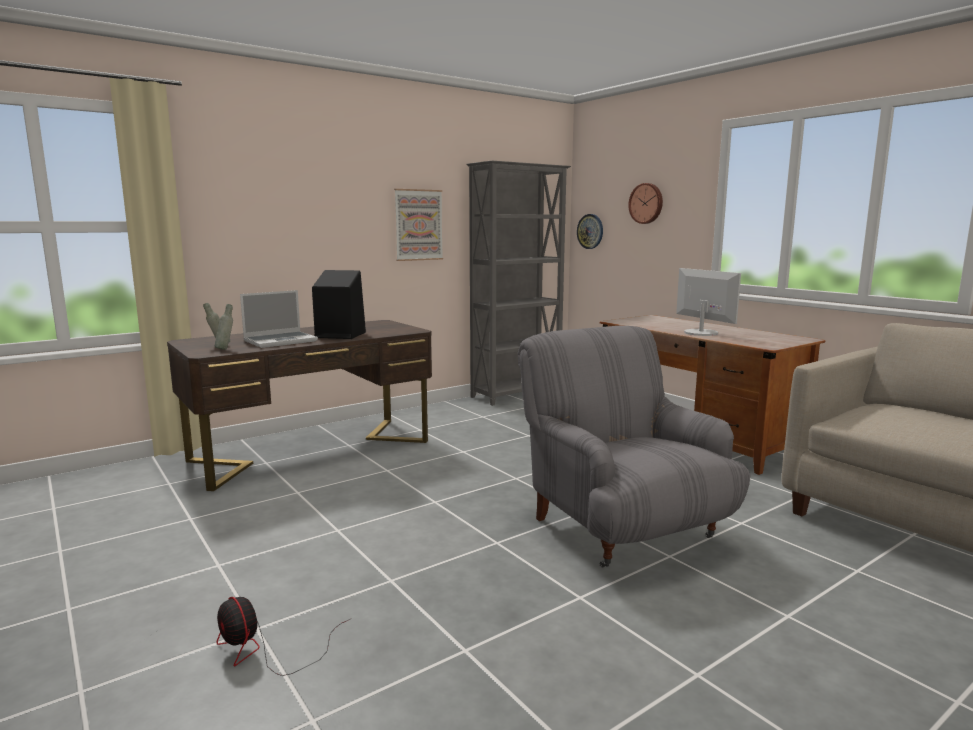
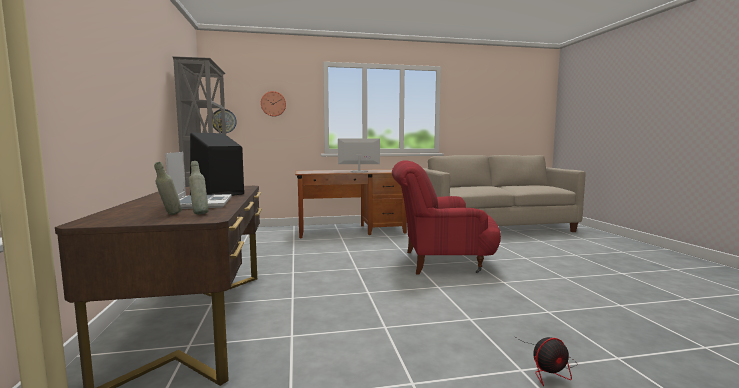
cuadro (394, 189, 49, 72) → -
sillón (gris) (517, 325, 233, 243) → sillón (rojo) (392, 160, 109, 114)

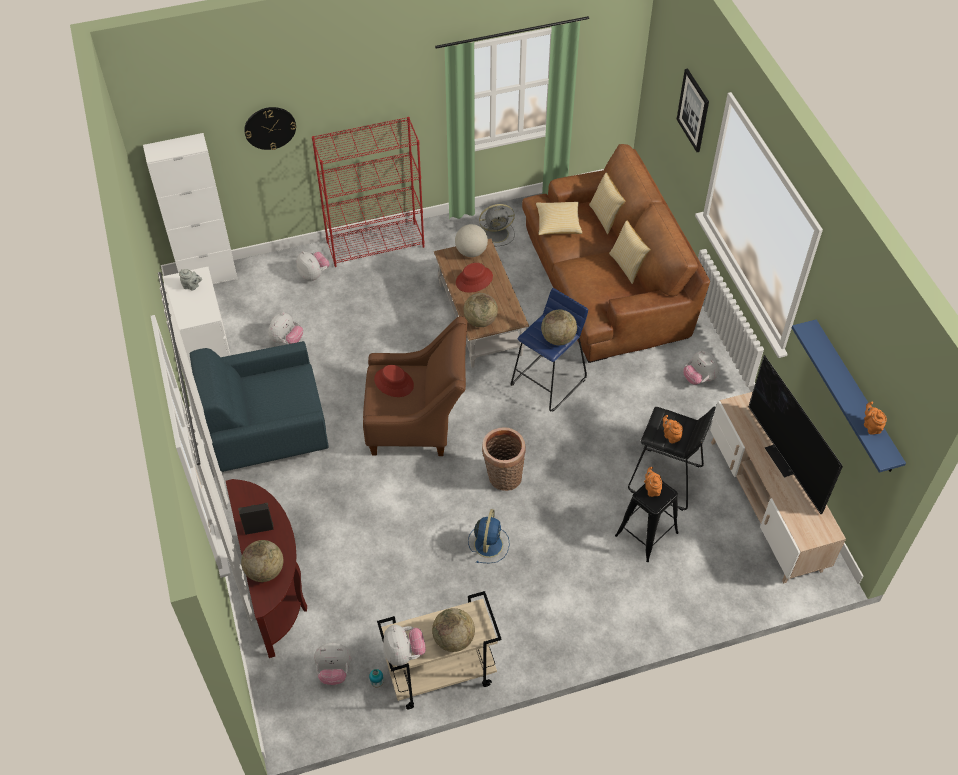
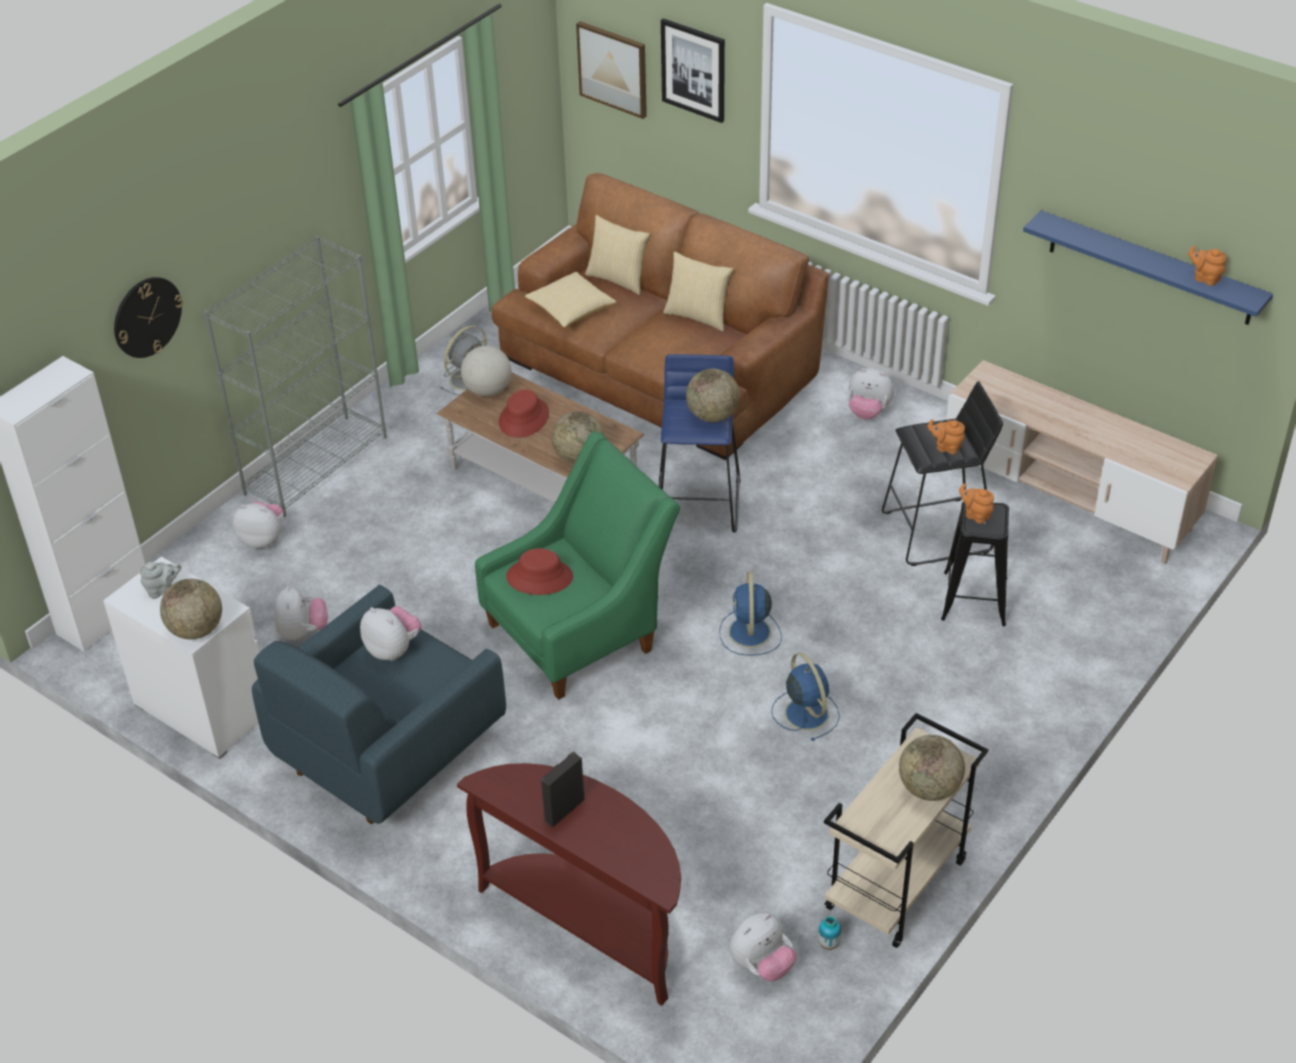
globo terráqueo (241, 540, 42, 42) → globo terráqueo (160, 579, 62, 60), moved
estantería (rojo) (312, 117, 113, 150) → estantería (gris) (204, 236, 183, 281)
sillón (marrón) (363, 316, 104, 140) → sillón (verde) (475, 432, 205, 268)
peluche (383, 625, 43, 41) → peluche (360, 606, 62, 55), moved
cesta (482, 427, 44, 64) → ventilador (azul) (720, 571, 62, 85)
televisor (749, 355, 94, 159) → -
- → cuadro (576, 21, 71, 98)

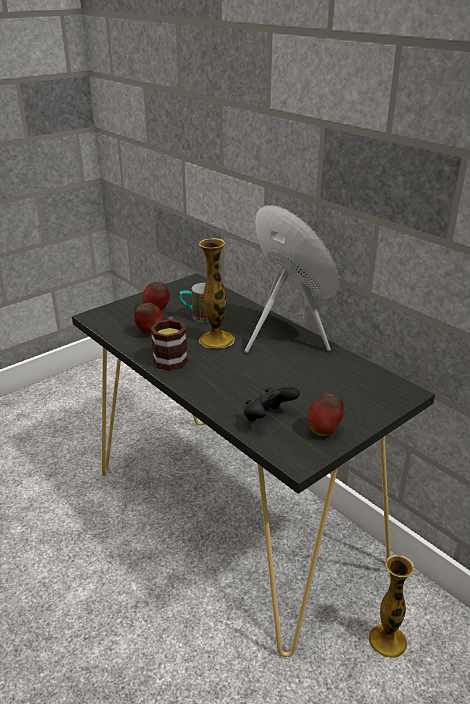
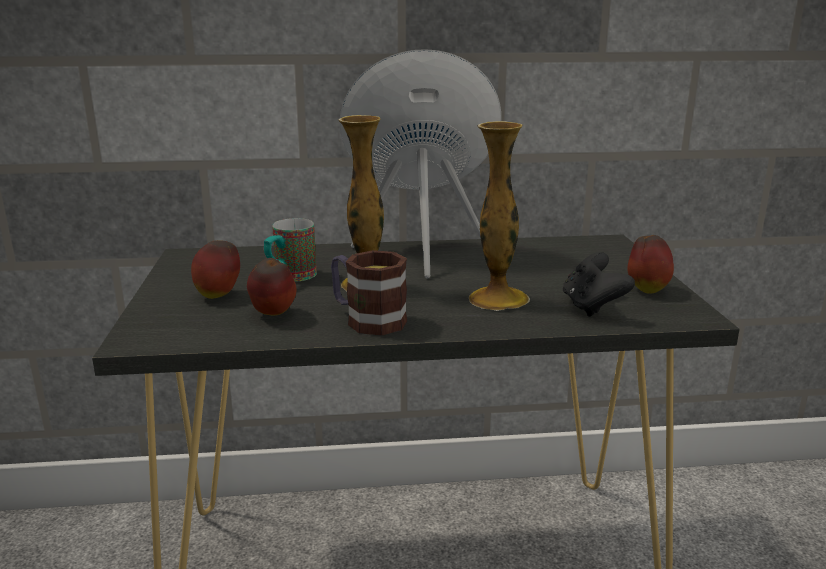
florero (368, 555, 46, 103) → florero (469, 121, 61, 190), moved

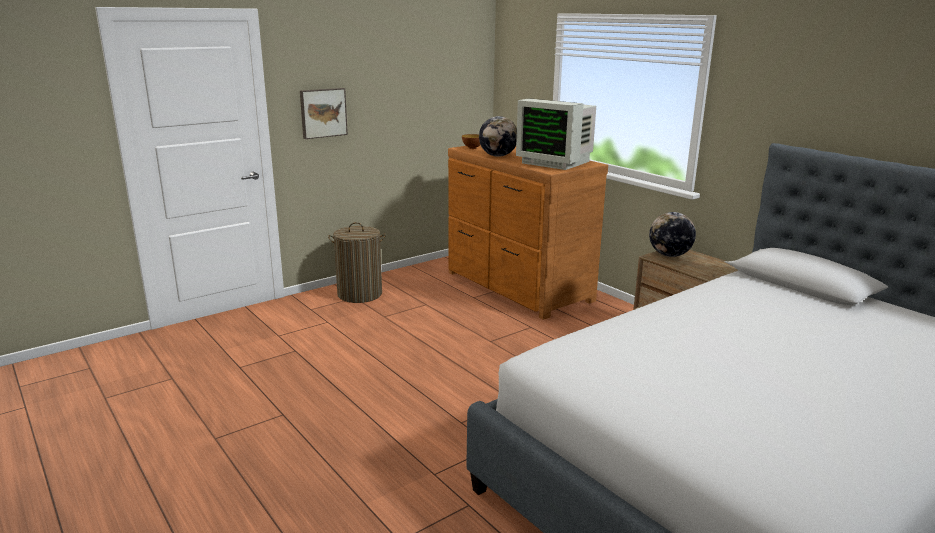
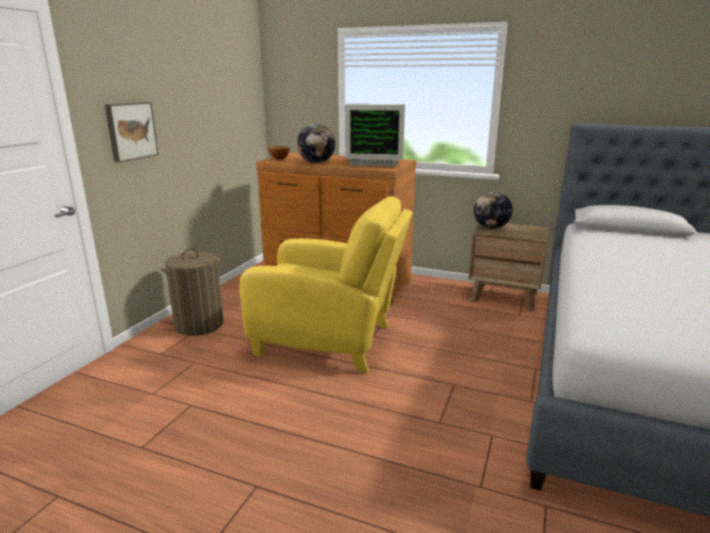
- → sillón (amarillo) (239, 197, 174, 176)

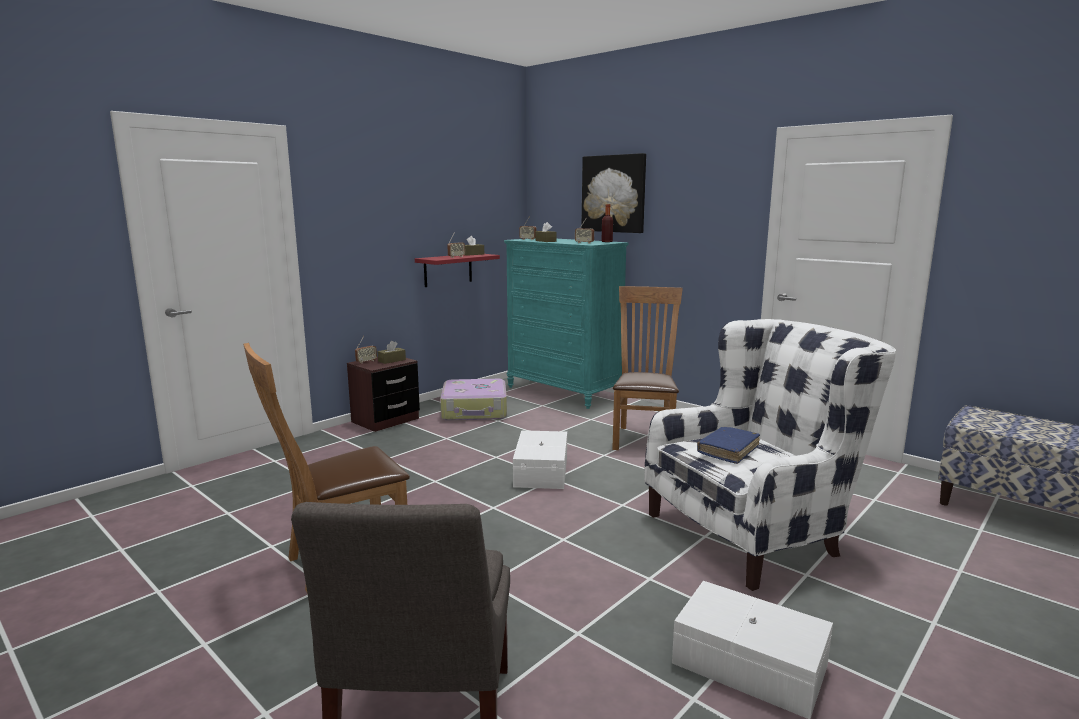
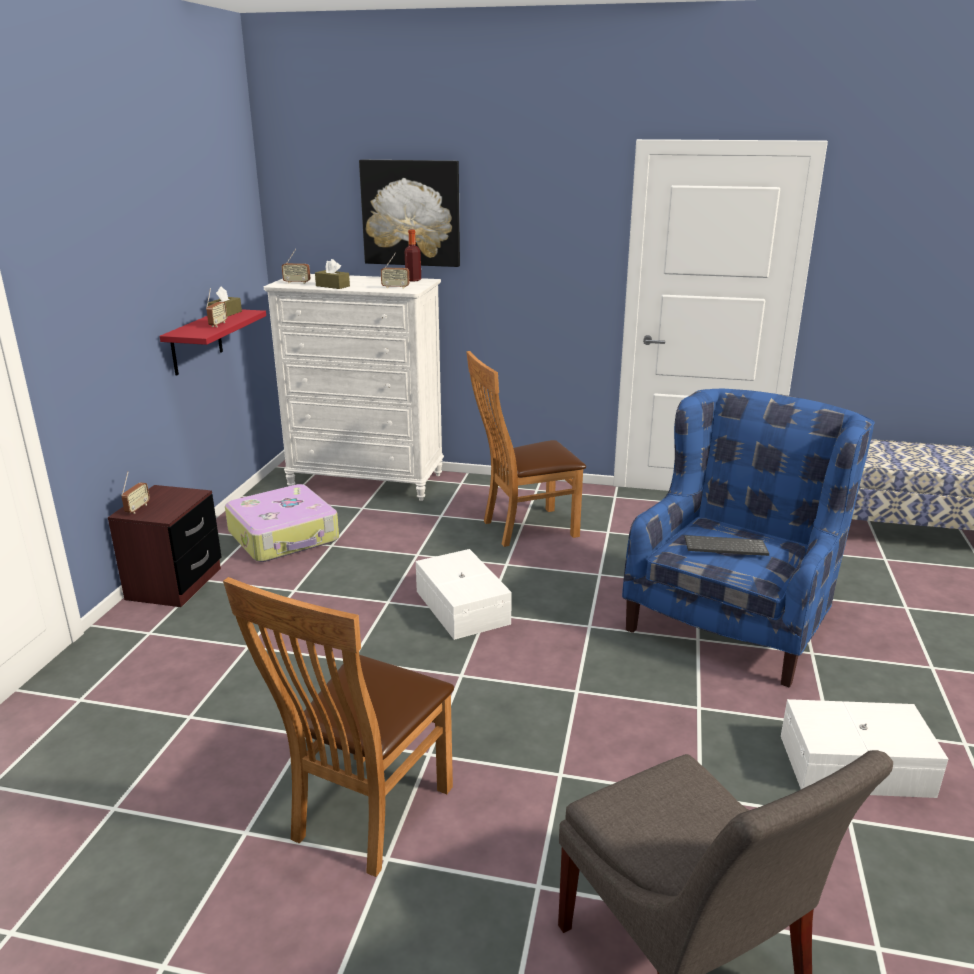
caja de pañuelos (marrón) (378, 341, 28, 23) → -
cómoda (turquesa) (504, 238, 125, 171) → cómoda (blanco) (264, 274, 180, 227)
silla (marrón) (612, 286, 71, 164) → silla (marrón) (466, 351, 120, 196), 90 degrees counterclockwise
sillón (blanco) (644, 319, 252, 272) → sillón (azul) (622, 389, 253, 299)
libro (azul) (697, 427, 63, 37) → teclado (685, 535, 84, 21)

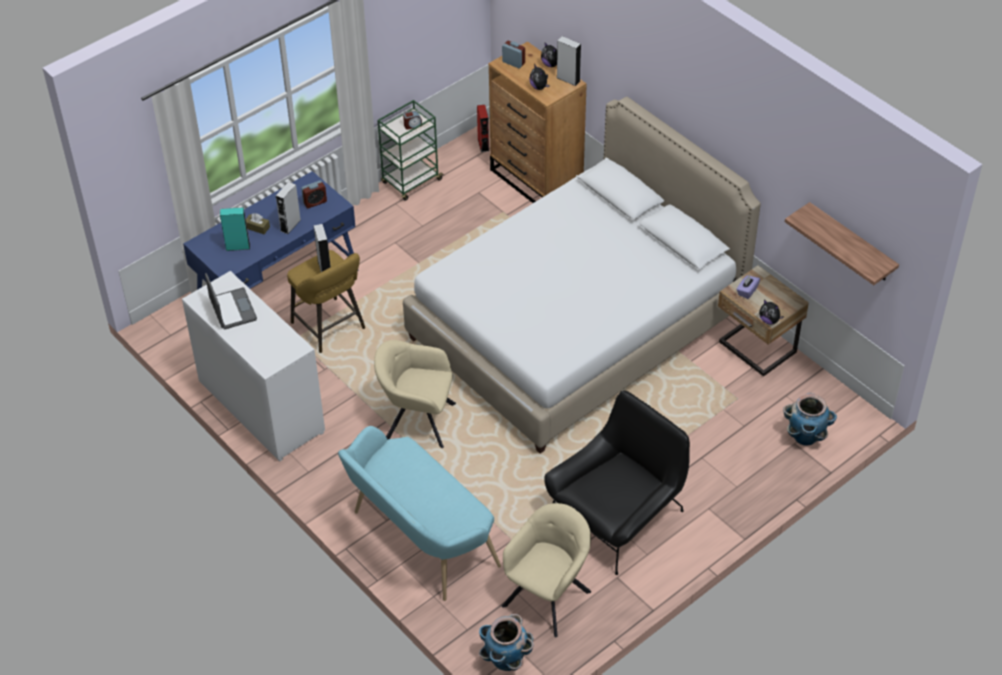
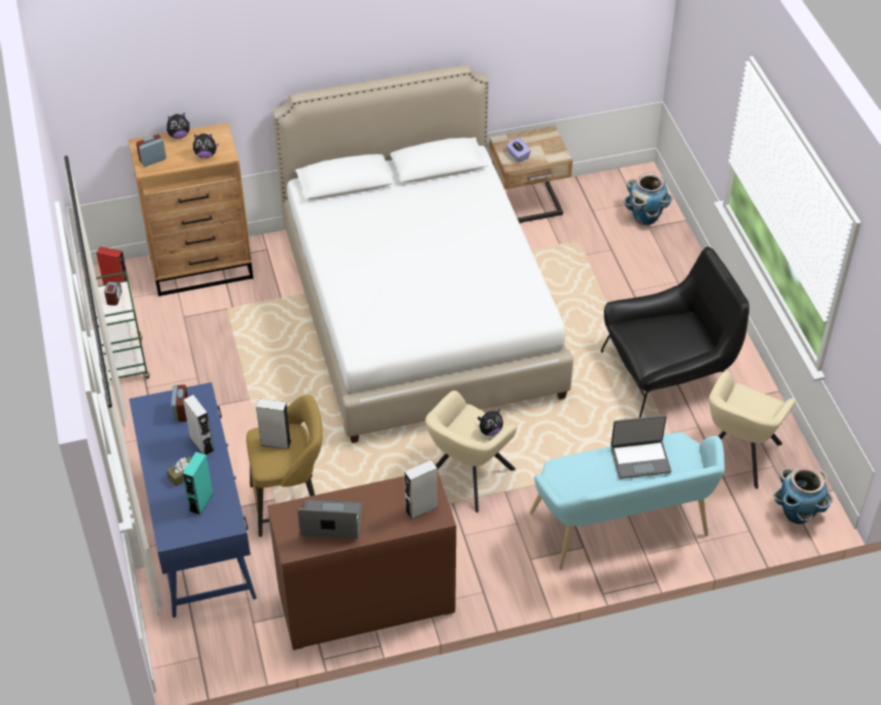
cómoda (blanco) (182, 271, 143, 190) → cómoda (marrón) (267, 470, 189, 180)
sillón (beis) (502, 503, 89, 134) → sillón (beis) (709, 371, 86, 118), 120 degrees counterclockwise
sillón (negro) (544, 391, 146, 184) → sillón (negro) (601, 247, 148, 171), 90 degrees clockwise
altavoz (gris) (557, 36, 24, 50) → altavoz (gris) (405, 460, 33, 60), moved
peluche (759, 300, 25, 24) → peluche (477, 410, 26, 26), moved
estante (785, 202, 114, 83) → -
- → portátil (611, 415, 60, 64)

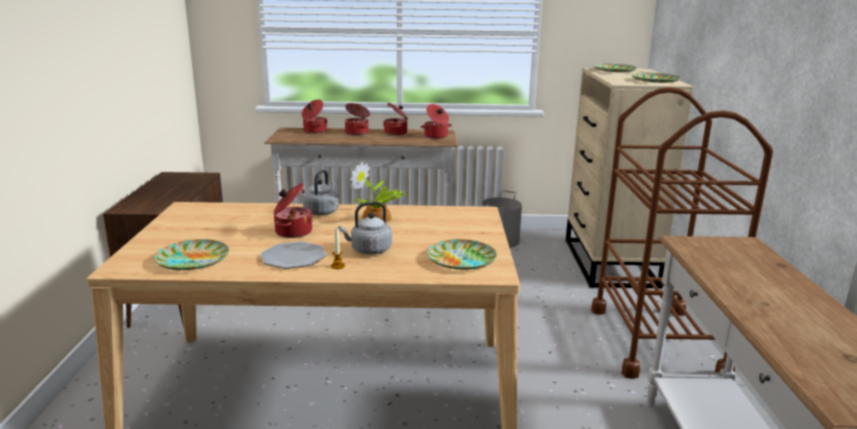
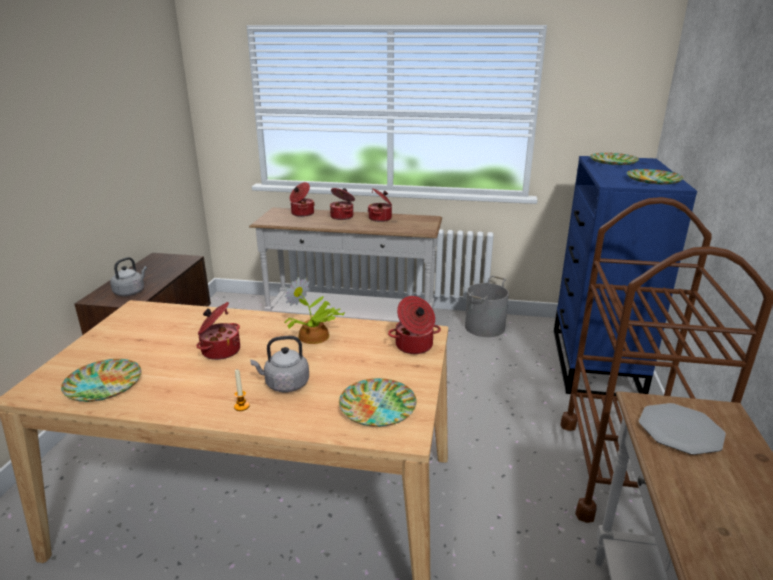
plato (261, 242, 65, 27) → plato (639, 403, 87, 52), moved
hervidor (gris) (303, 169, 36, 46) → hervidor (gris) (110, 257, 37, 39), moved
olla (421, 104, 31, 35) → olla (388, 296, 53, 58), moved
cómoda (beis) (566, 68, 128, 221) → cómoda (azul) (554, 156, 143, 240)

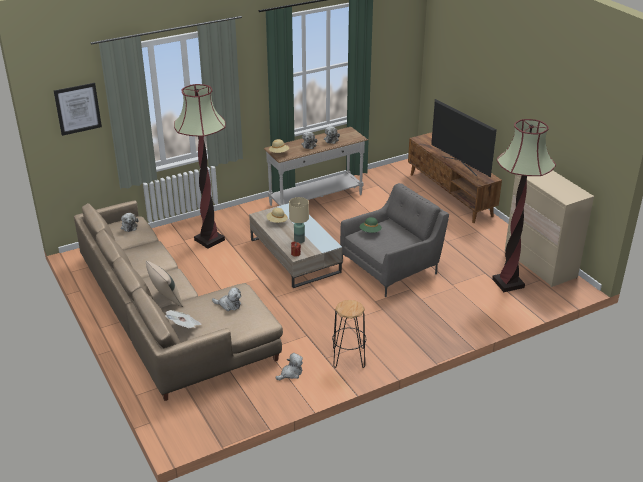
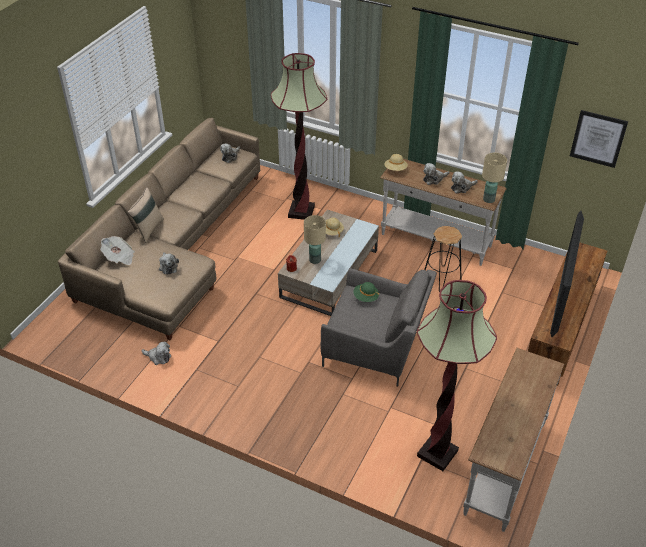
cuadro (54, 83, 48, 53) → cuadro (570, 110, 58, 58), moved
taburete (negro) (332, 300, 34, 68) → taburete (negro) (424, 226, 38, 66), moved
cómoda (beis) (505, 170, 89, 117) → mesa consola (blanco) (463, 348, 101, 184)
- → lámpara de mesa (beis) (482, 153, 25, 50)

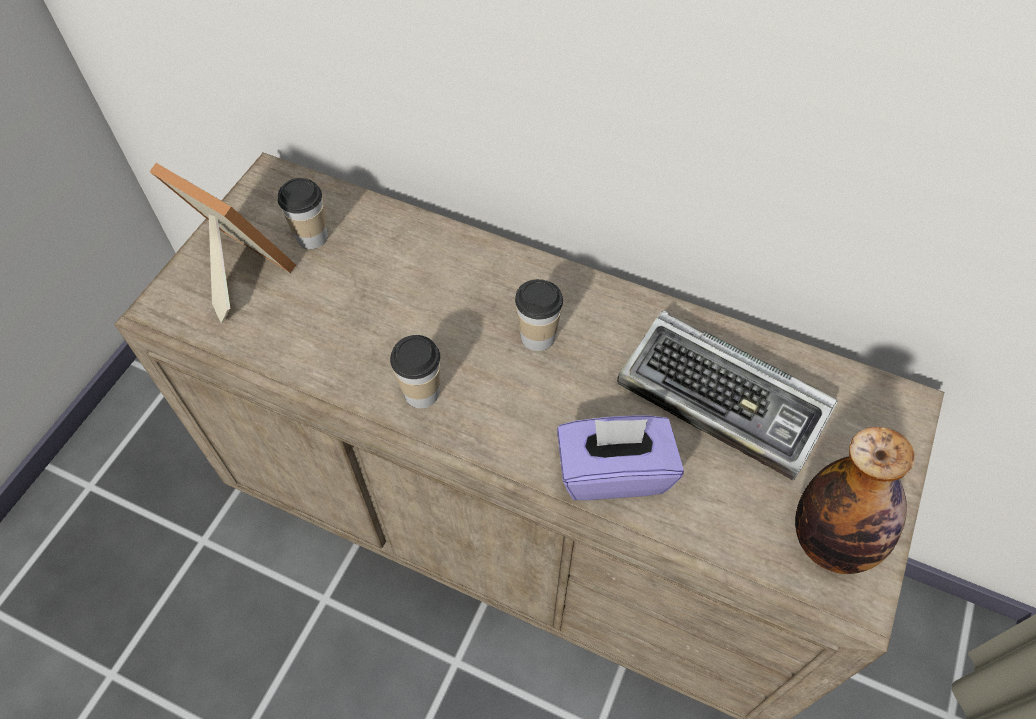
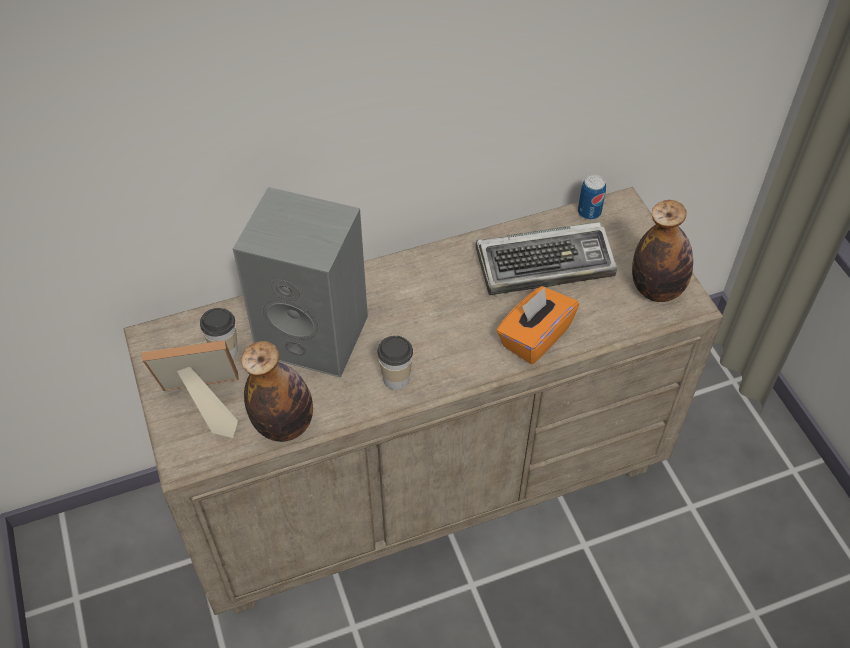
taza (515, 279, 48, 72) → -
caja de pañuelos (morado) (557, 416, 127, 84) → caja de pañuelos (naranja) (496, 286, 83, 78)
- → altavoz (gris) (233, 187, 135, 191)
- → botella (241, 341, 72, 101)
- → lata (578, 175, 28, 45)

